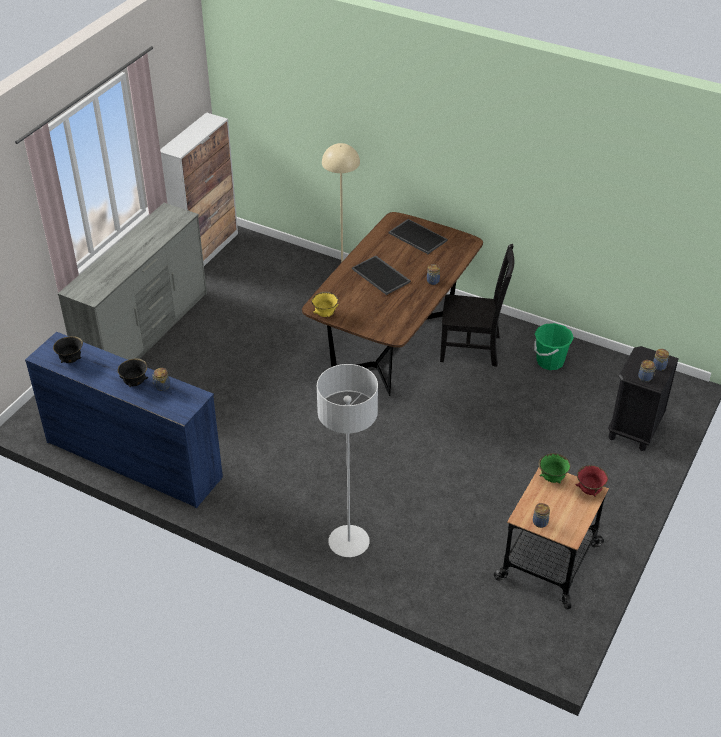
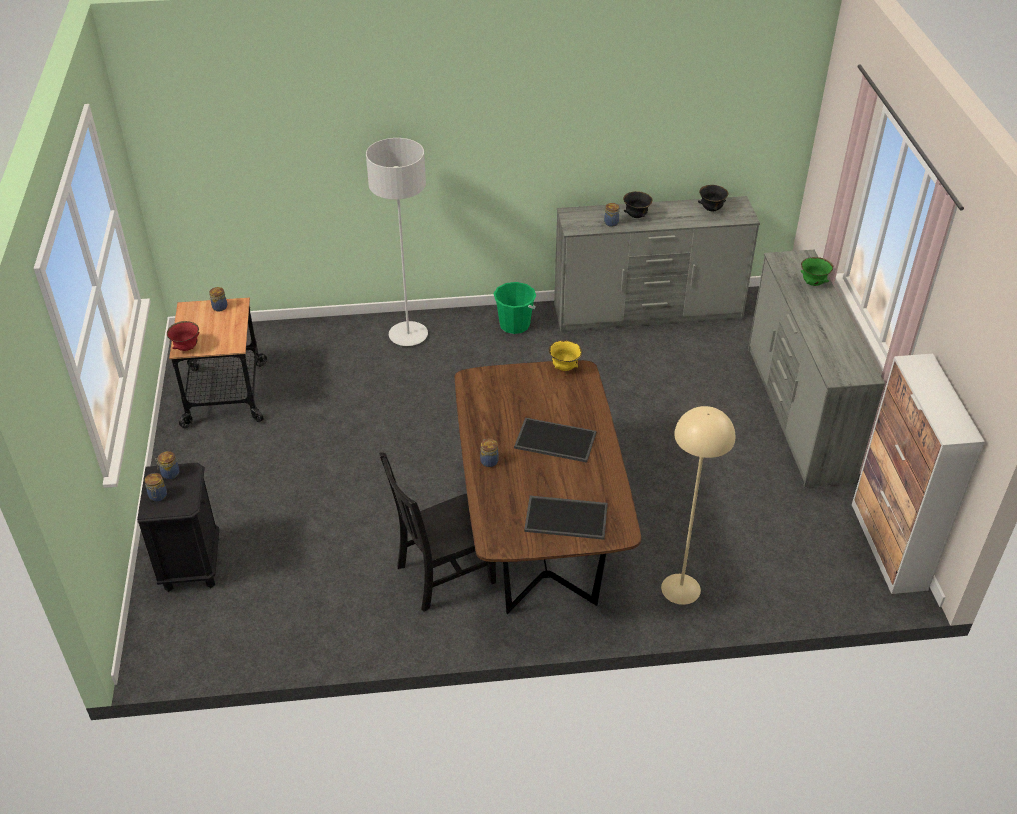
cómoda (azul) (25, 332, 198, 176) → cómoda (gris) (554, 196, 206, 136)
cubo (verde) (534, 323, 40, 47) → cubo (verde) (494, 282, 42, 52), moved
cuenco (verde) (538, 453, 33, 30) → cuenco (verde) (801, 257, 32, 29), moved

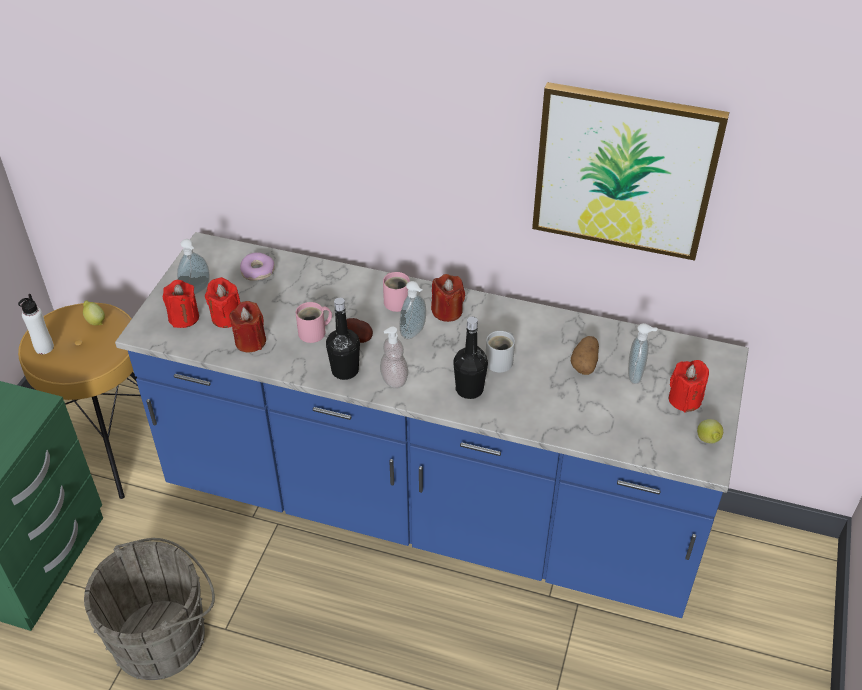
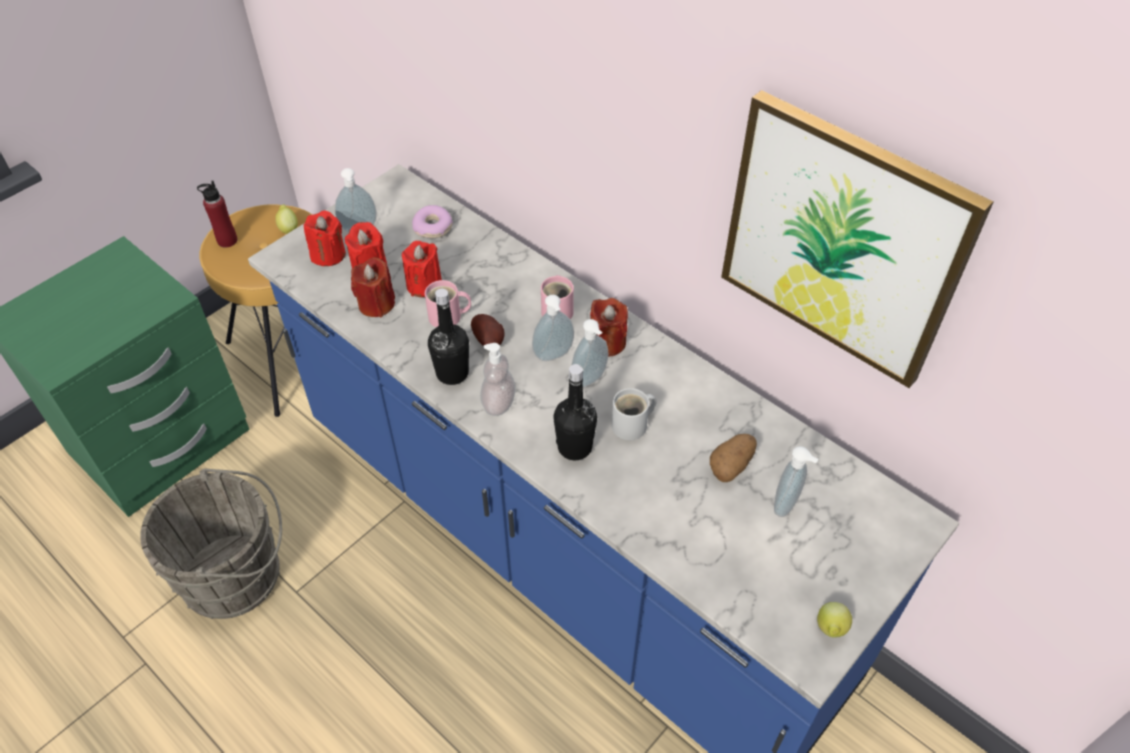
botella (blanco) (18, 294, 36, 60) → botella (rojo) (197, 181, 41, 67)
vela (rojo) (669, 360, 40, 52) → vela (rojo) (402, 241, 40, 56), moved
- → dispensador de jabón (572, 319, 36, 68)

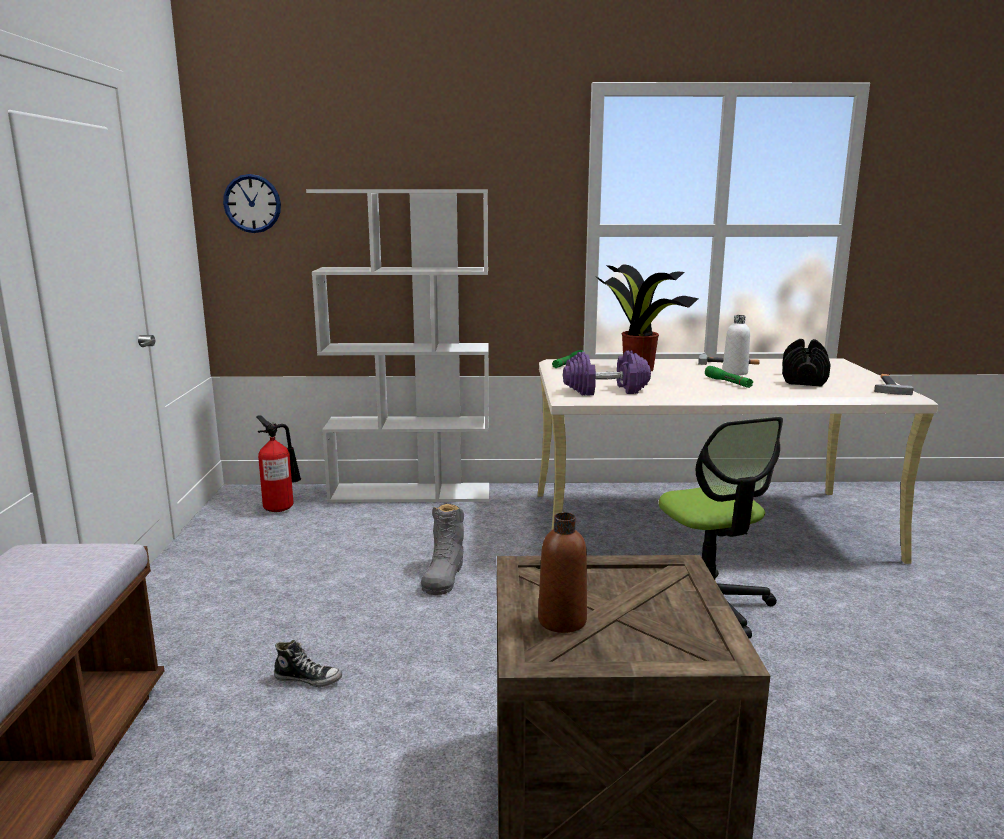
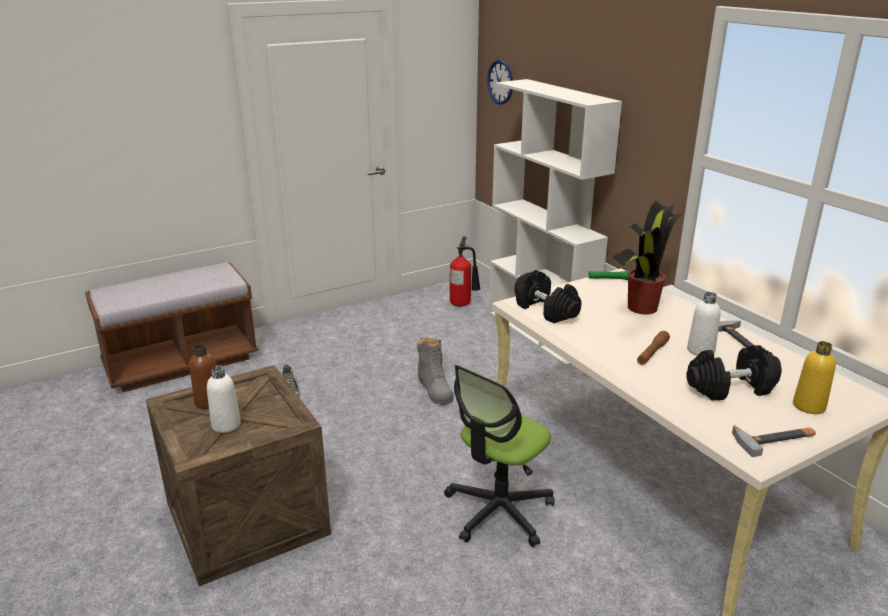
bota (gris) (421, 503, 43, 92) → bota (gris) (417, 338, 37, 67), 90 degrees counterclockwise
mancuerna (morado) (563, 350, 88, 45) → mancuerna (negro) (515, 270, 67, 53)
linterna (verde) (705, 366, 48, 22) → linterna (marrón) (637, 331, 33, 34)
- → botella (blanco) (207, 365, 34, 68)
- → botella (amarillo) (793, 341, 43, 73)

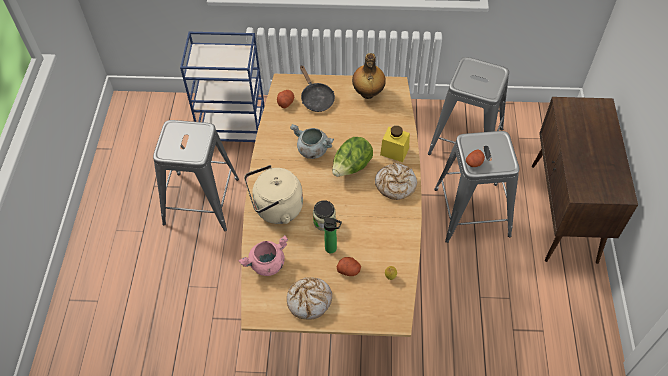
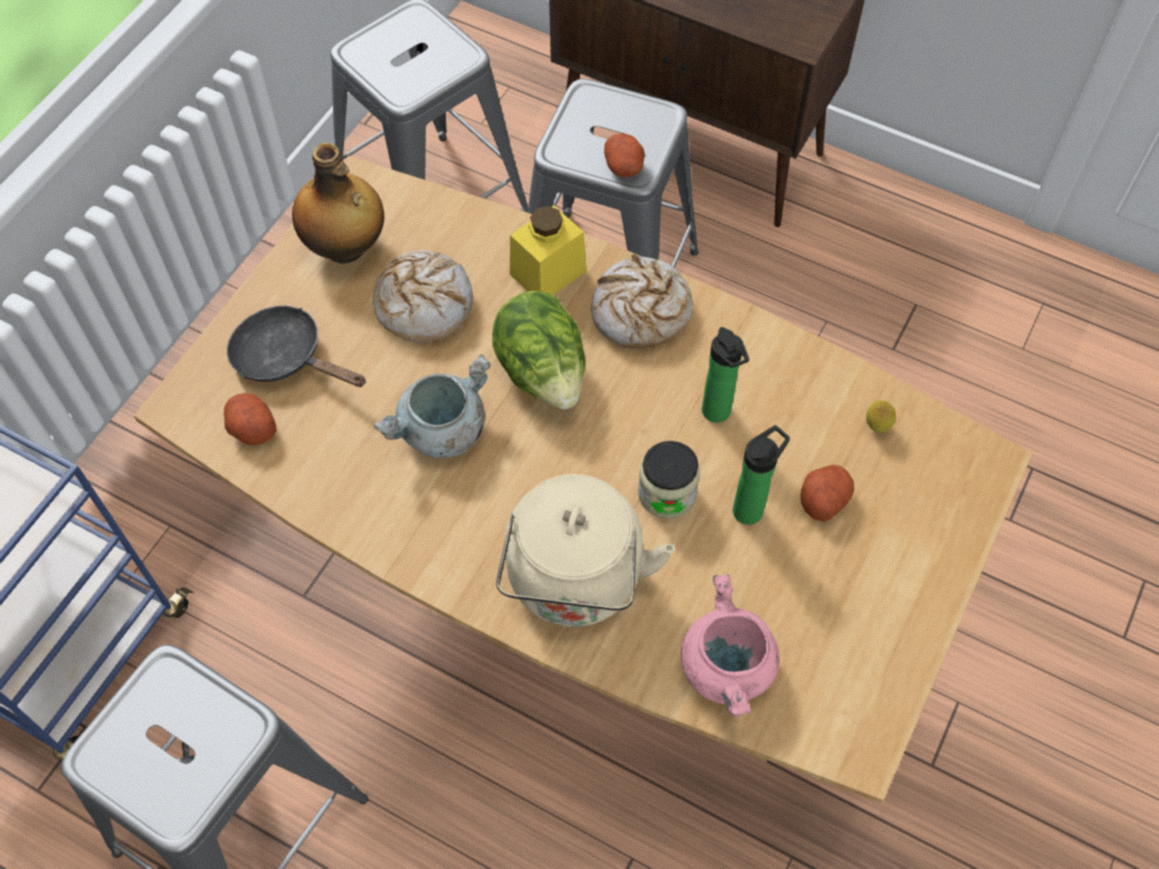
pan (287, 277, 45, 43) → pan (373, 250, 100, 92), moved
sartén (negro) (300, 66, 35, 46) → sartén (negro) (227, 306, 139, 81), 150 degrees counterclockwise
- → botella (702, 327, 47, 96)

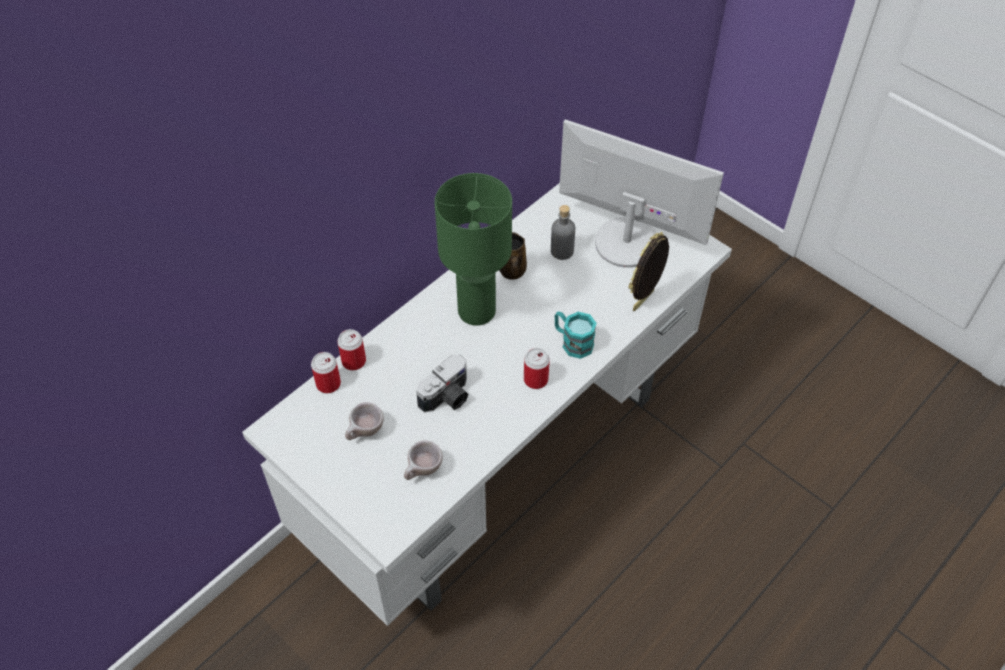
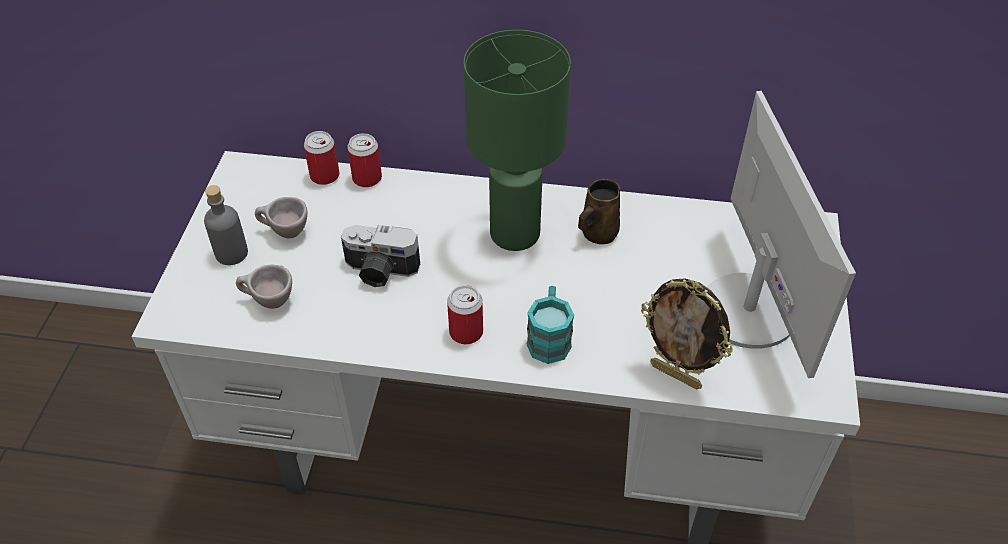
botella (gris) (551, 205, 24, 55) → botella (gris) (204, 185, 44, 80), moved
portarretratos (628, 232, 41, 79) → portarretratos (641, 278, 92, 111), 150 degrees counterclockwise

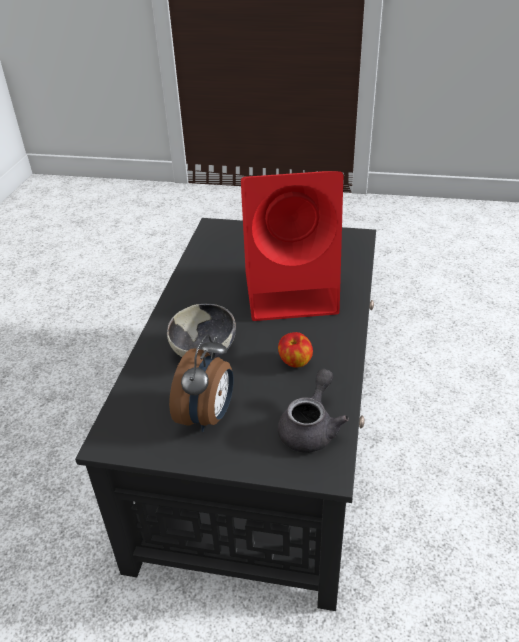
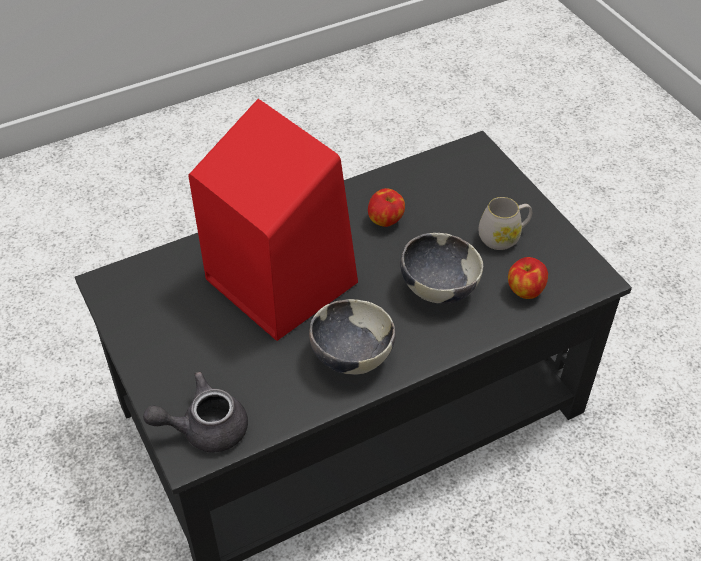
despertador (169, 334, 65, 98) → taza grande (blanco) (479, 197, 53, 53)
tetera (gris) (278, 369, 71, 84) → tetera (gris) (143, 372, 105, 80), moved
- → cuenco (309, 299, 87, 76)
- → manzana (508, 257, 40, 42)

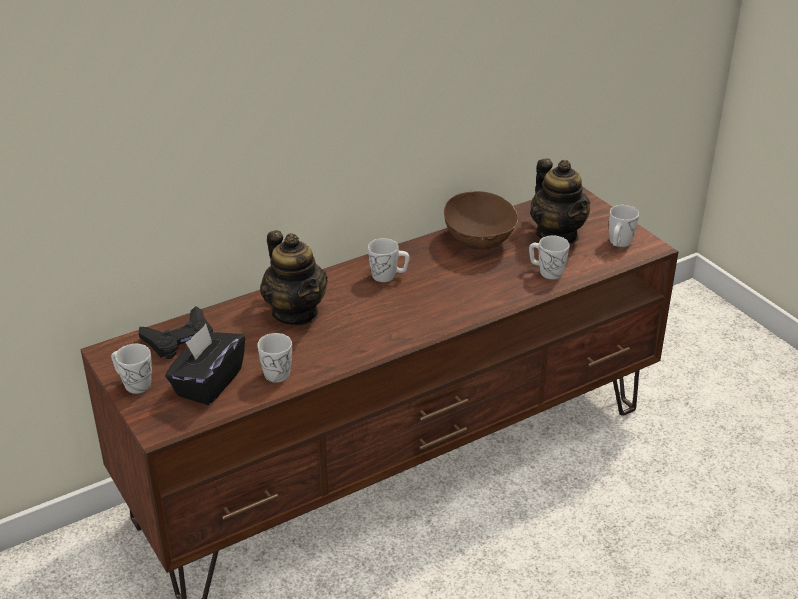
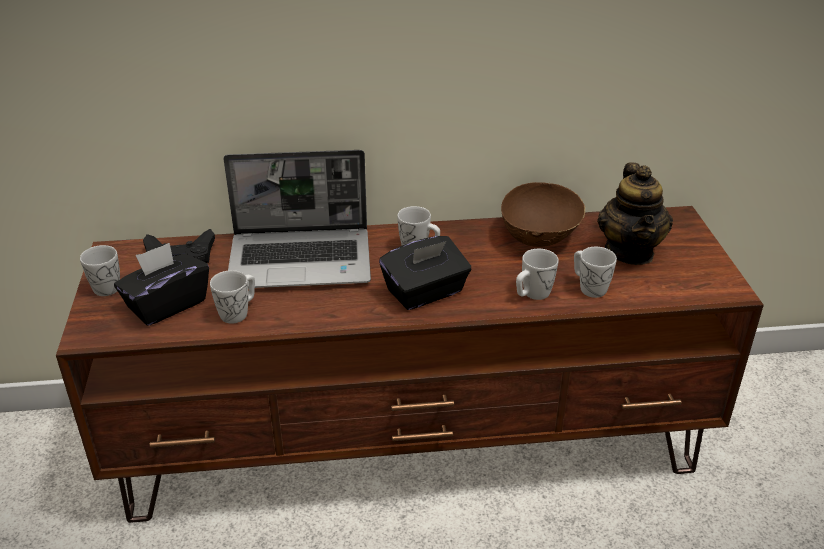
tetera (260, 230, 68, 95) → portátil (224, 150, 147, 138)
taza grande (blanco) (609, 205, 30, 42) → taza grande (blanco) (516, 249, 43, 51), moved
- → caja de pañuelos (negro) (379, 236, 92, 74)

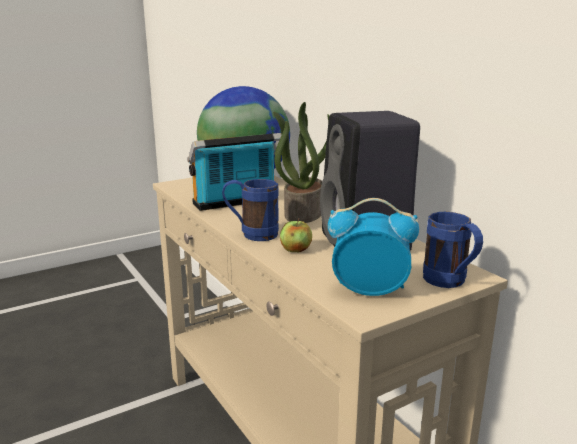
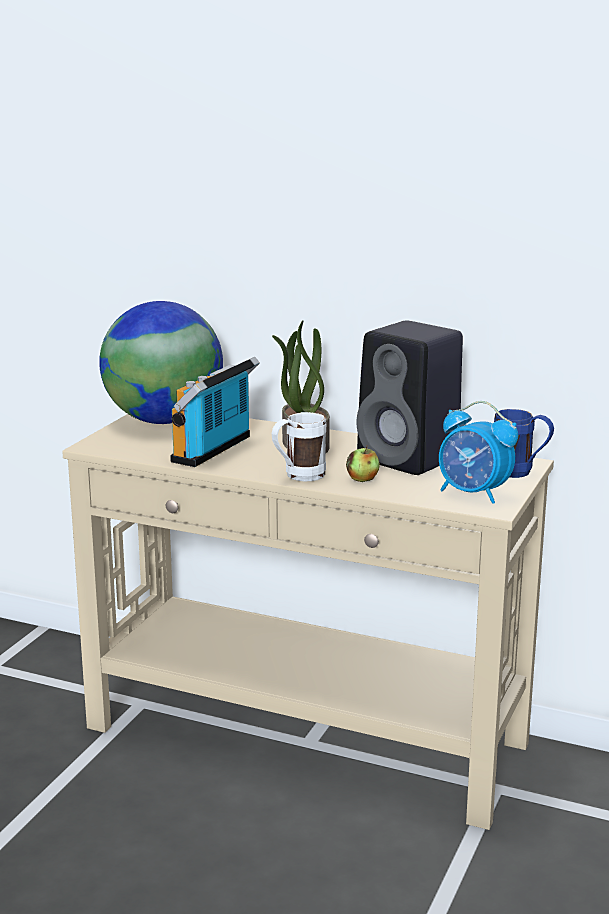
taza grande (azul) (222, 179, 57, 62) → taza grande (blanco) (272, 412, 54, 69)
despertador (328, 198, 91, 98) → despertador (439, 401, 79, 103), 120 degrees counterclockwise

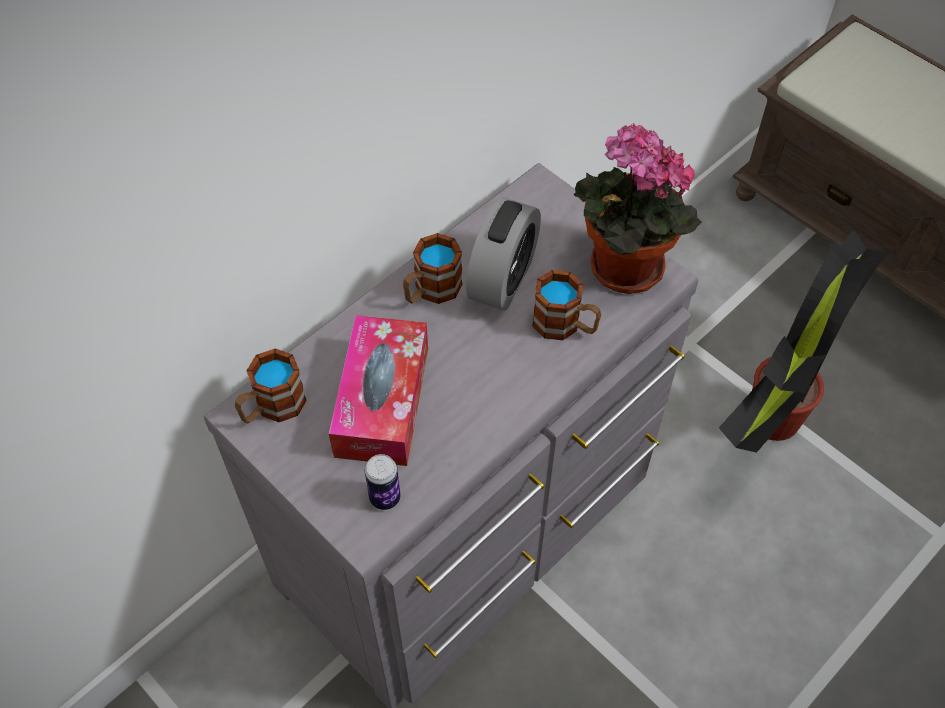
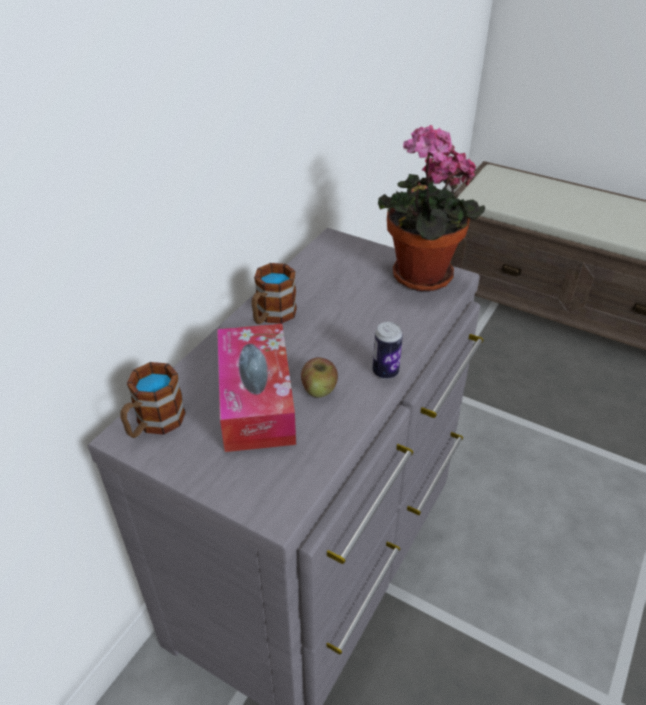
lata (365, 454, 36, 56) → lata (372, 322, 31, 57), moved
despertador (466, 197, 75, 113) → -
taza grande (533, 270, 68, 70) → -
planta en maceta (719, 230, 169, 223) → -
- → manzana (301, 357, 37, 41)

